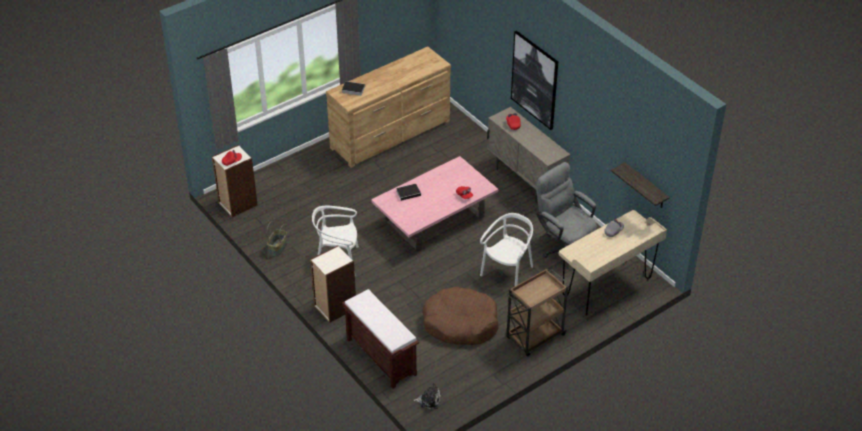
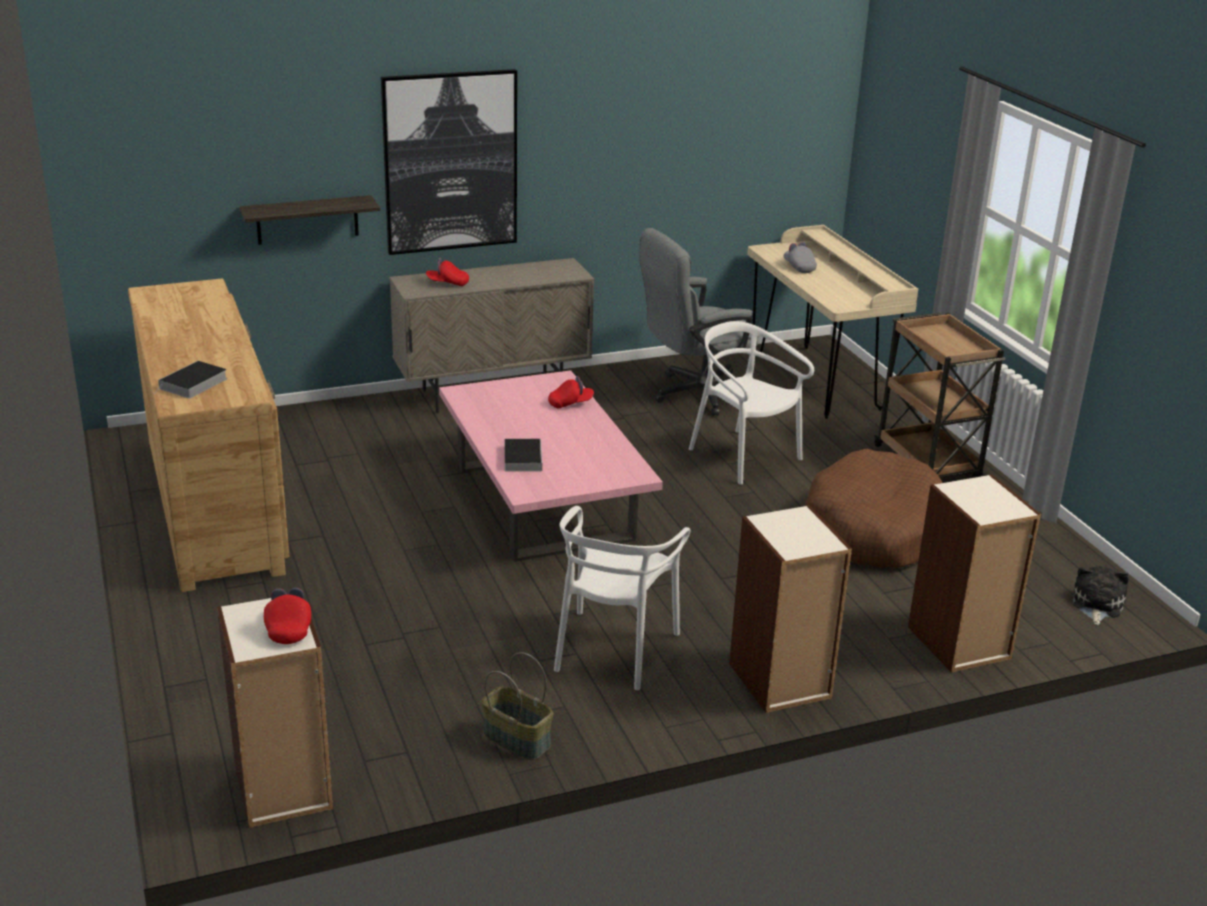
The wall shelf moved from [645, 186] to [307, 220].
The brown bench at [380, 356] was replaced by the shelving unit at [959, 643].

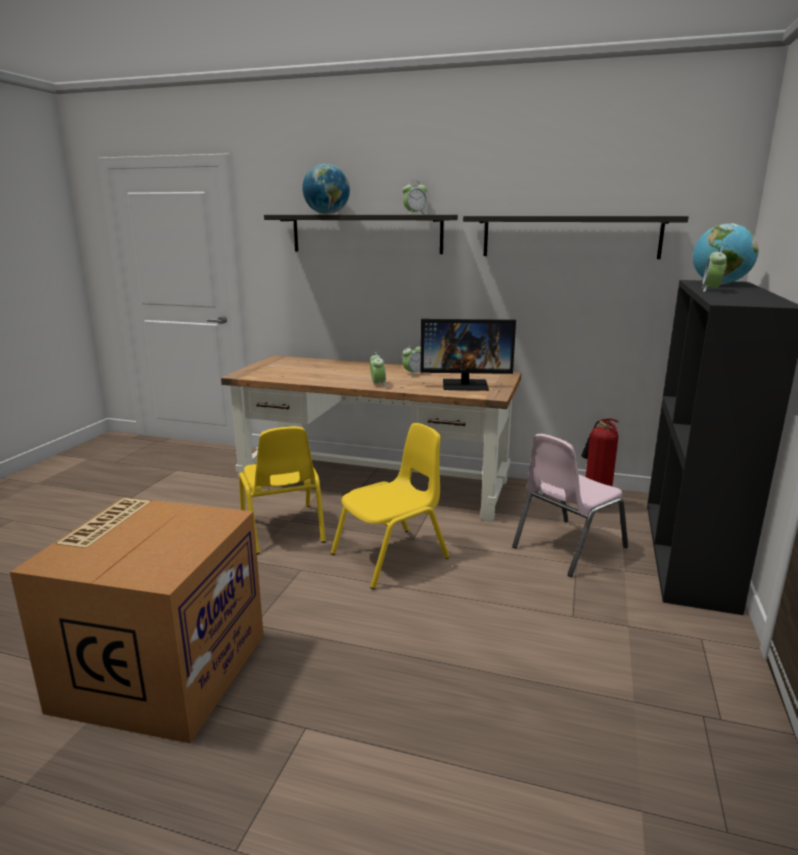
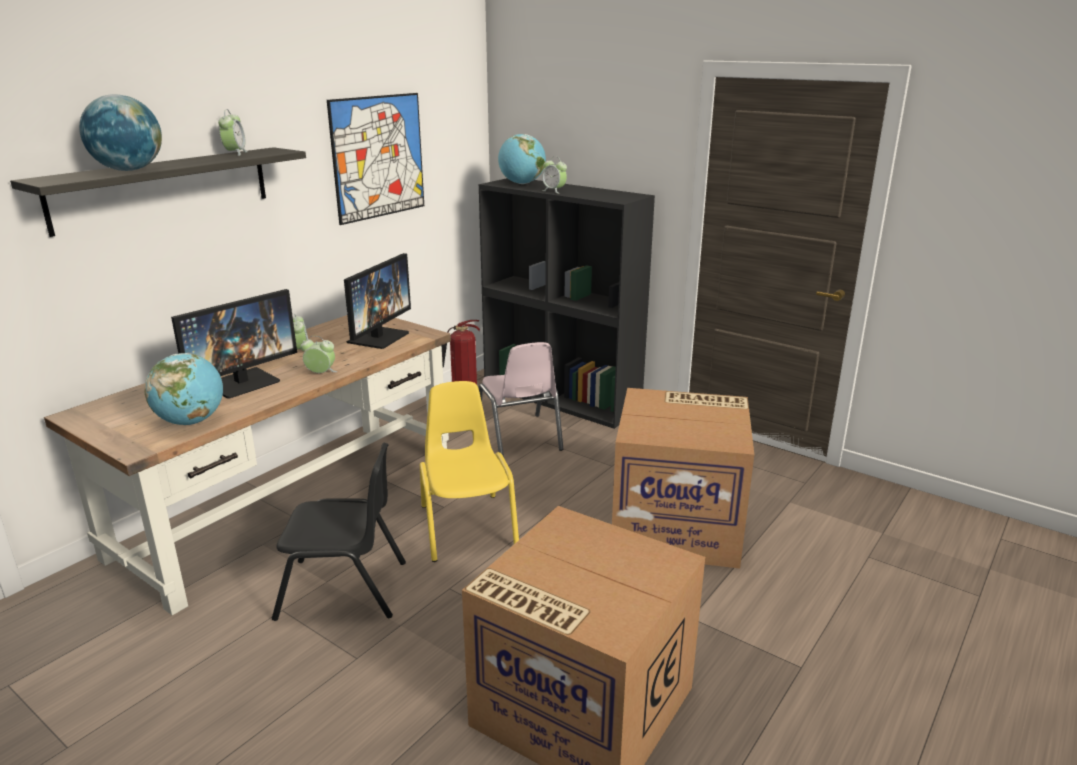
The wall shelf at [570, 236] was replaced by the picture at [378, 157].
The yellow chair at [282, 529] became the black-coloured chair at [343, 589].
The computer display at [243, 382] appeared.
The world globe at [191, 421] appeared.
The carton at [678, 524] appeared.

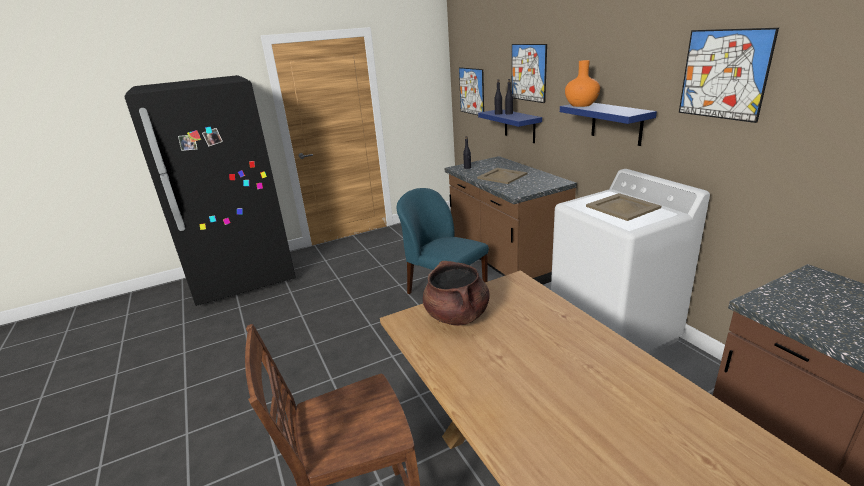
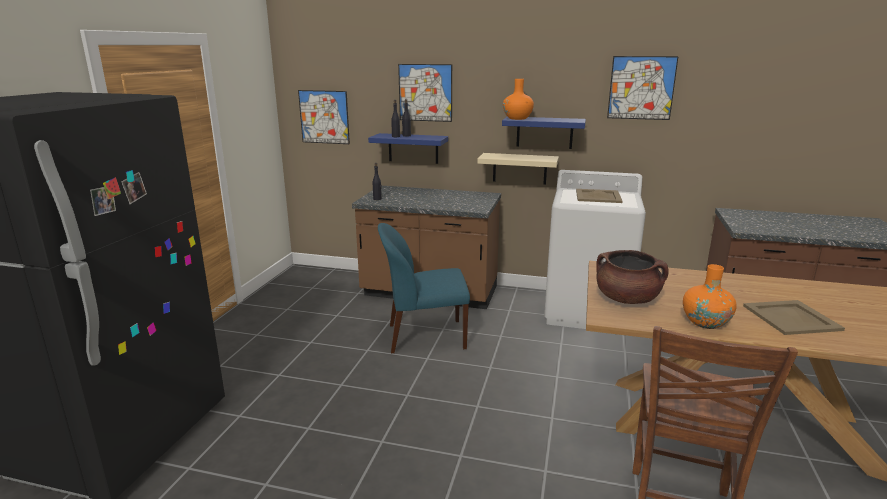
The beige-coloured serving tray moved from [502, 176] to [790, 317].
The beige-coloured wall shelf at [519, 168] appeared.
The orange-coloured decorative vase at [705, 322] appeared.

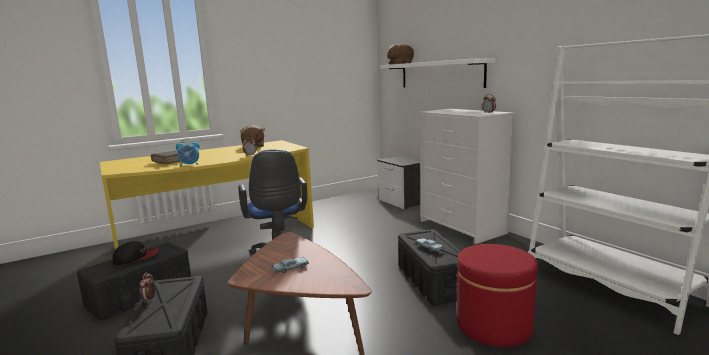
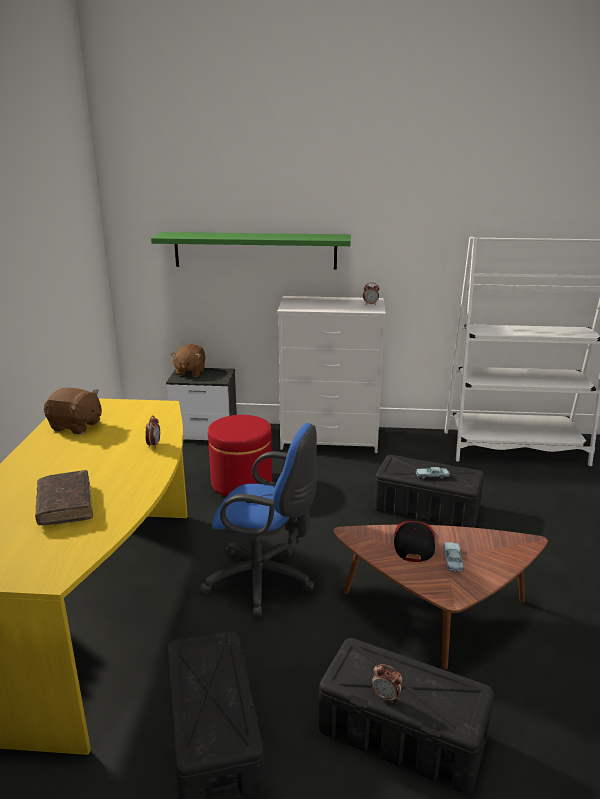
The brown plush toy moved from [399, 64] to [189, 372].
The white-coloured wall shelf at [440, 74] became the greenish wall shelf at [255, 250].
The table clock at [190, 165] disappeared.
The baseball cap moved from [136, 257] to [413, 543].
The red-coloured pouffe moved from [494, 326] to [241, 483].

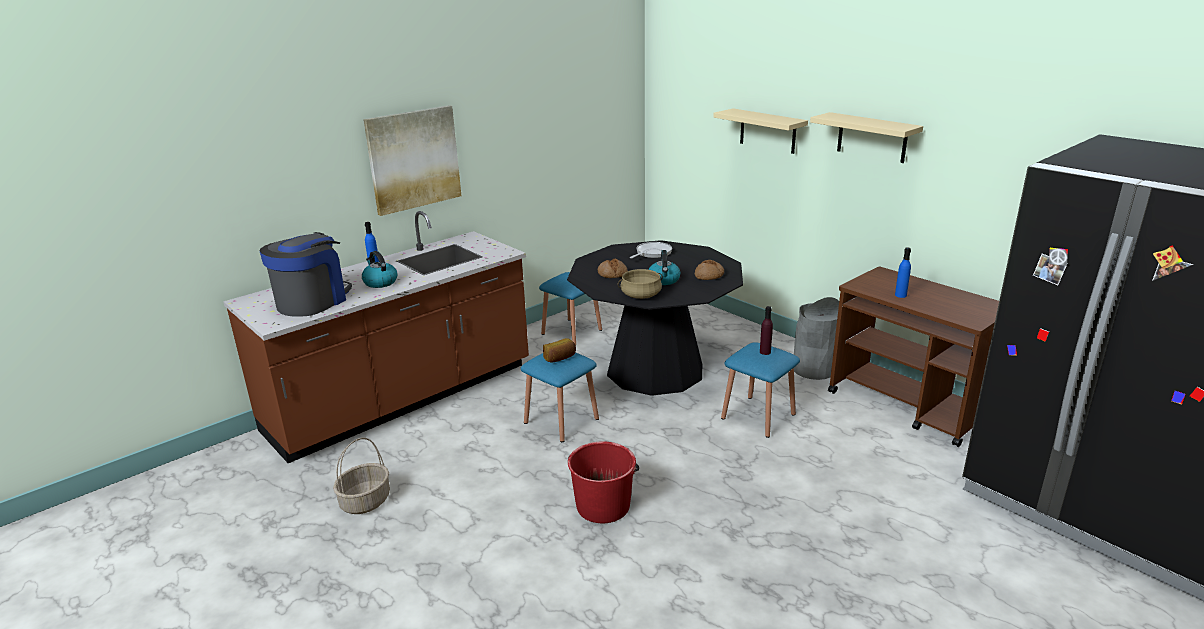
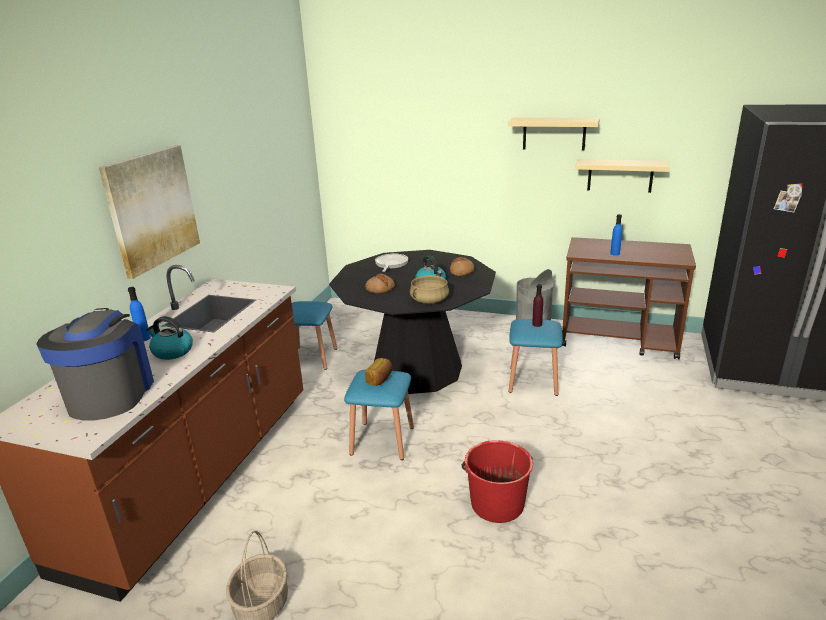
The beige-coloured wall shelf moved from [767, 131] to [620, 175].

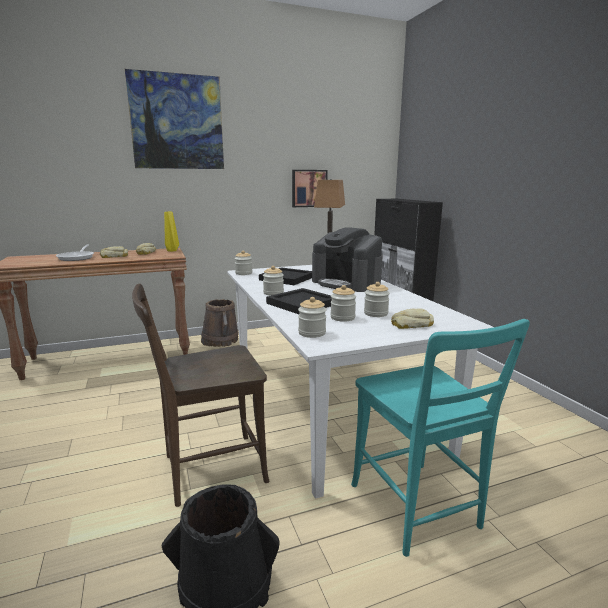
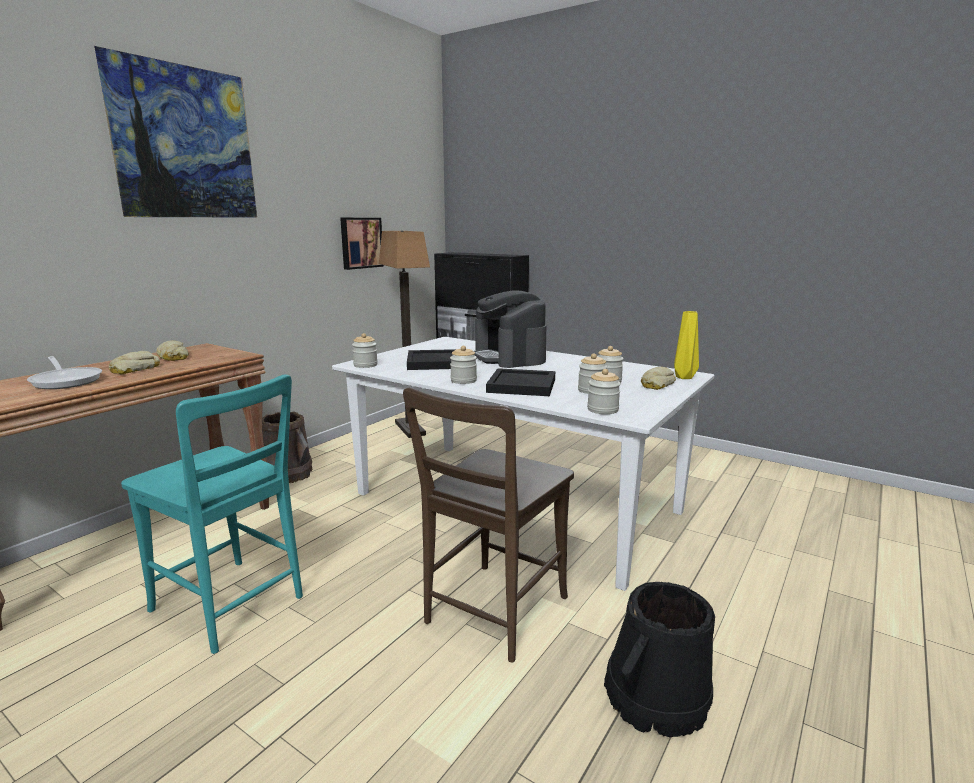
The yellow decorative vase moved from [171, 250] to [683, 377].
The coffee machine at [346, 283] turned 60 degrees clockwise.
The turquoise chair moved from [418, 510] to [232, 606].

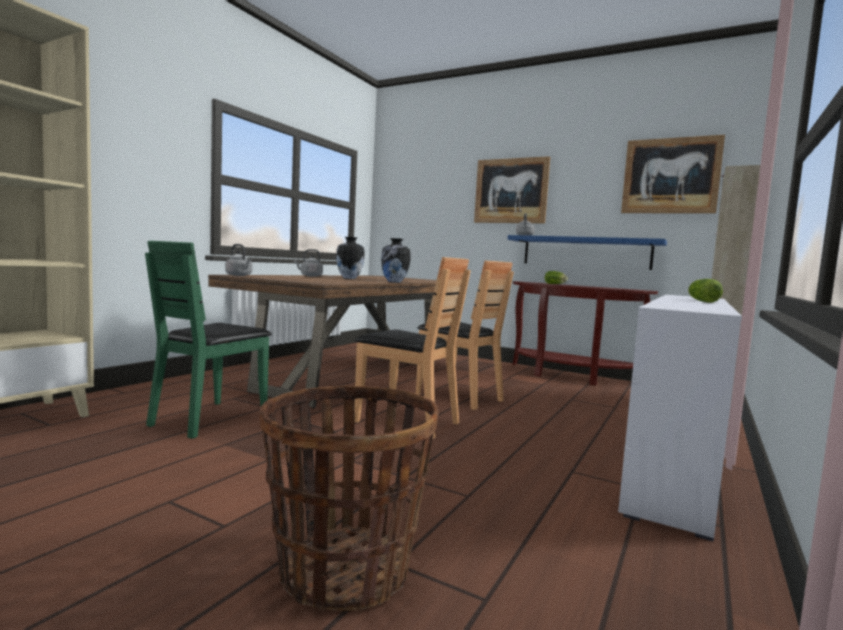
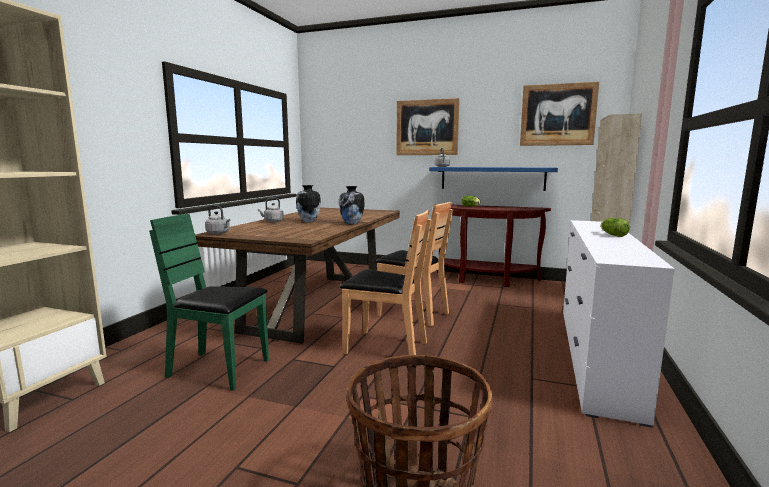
The greenish chair at [209, 419] turned 90 degrees clockwise.

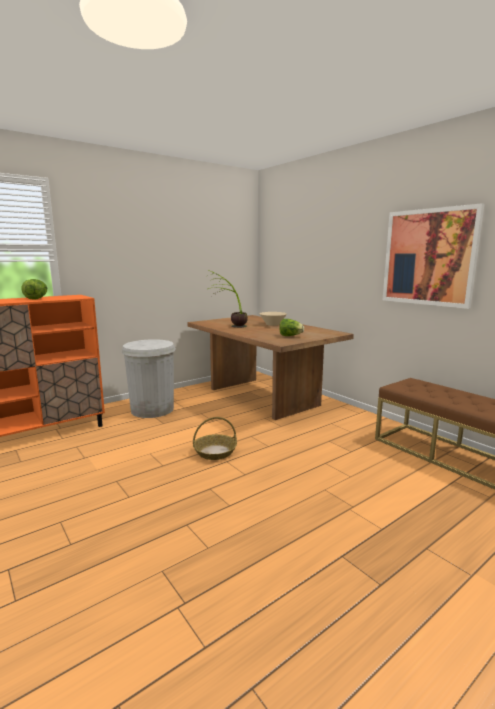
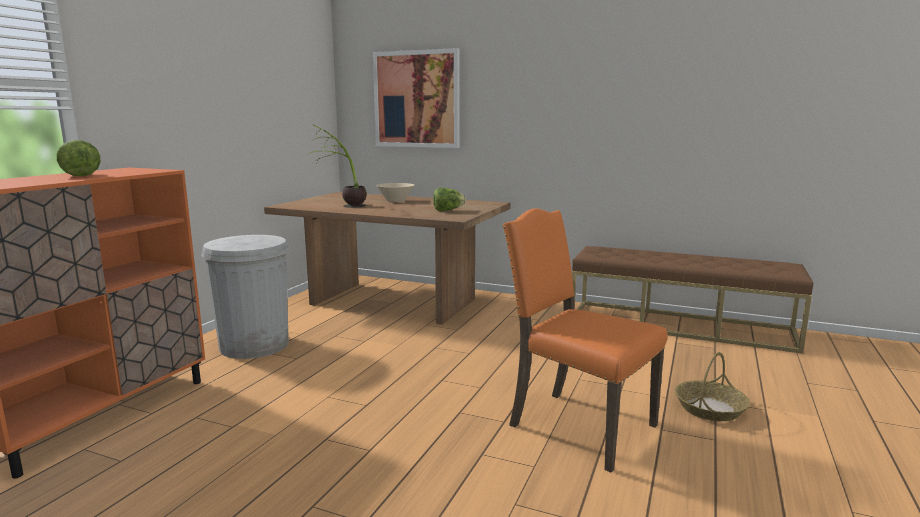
The picture moved from [428, 257] to [416, 99].
The household basket moved from [215, 452] to [710, 408].
The orange-coloured chair at [578, 425] appeared.

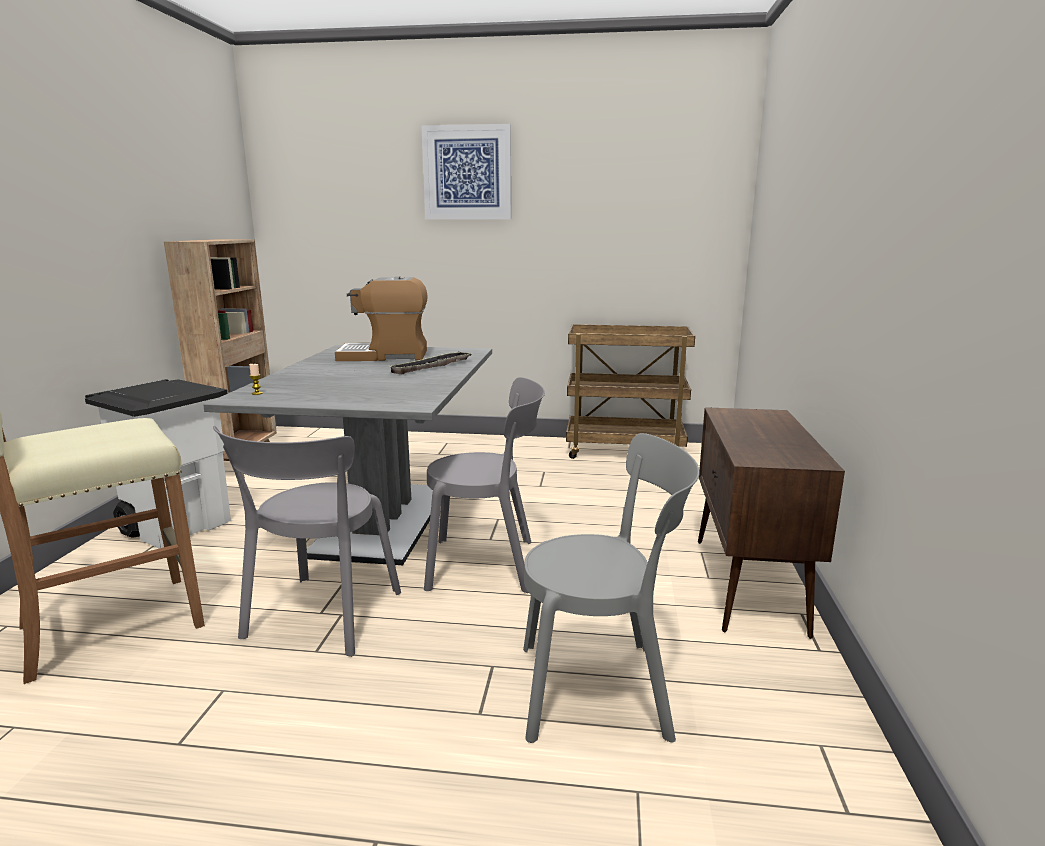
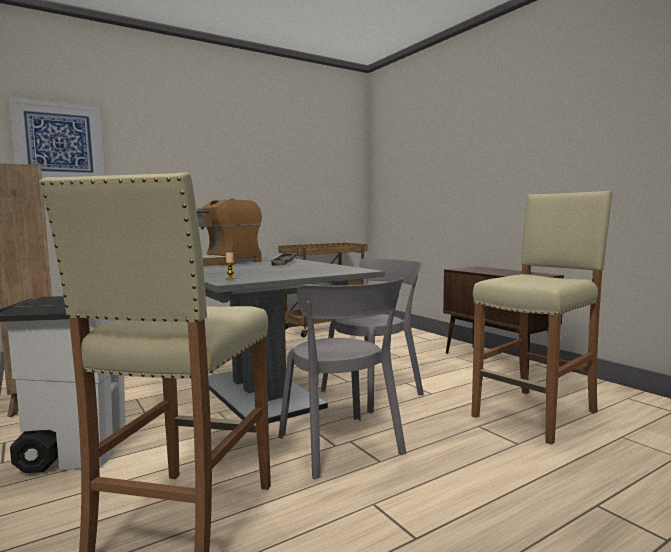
The picture moved from [467, 173] to [59, 142].
The grey chair at [602, 689] was replaced by the beige-coloured stool seat at [536, 414].

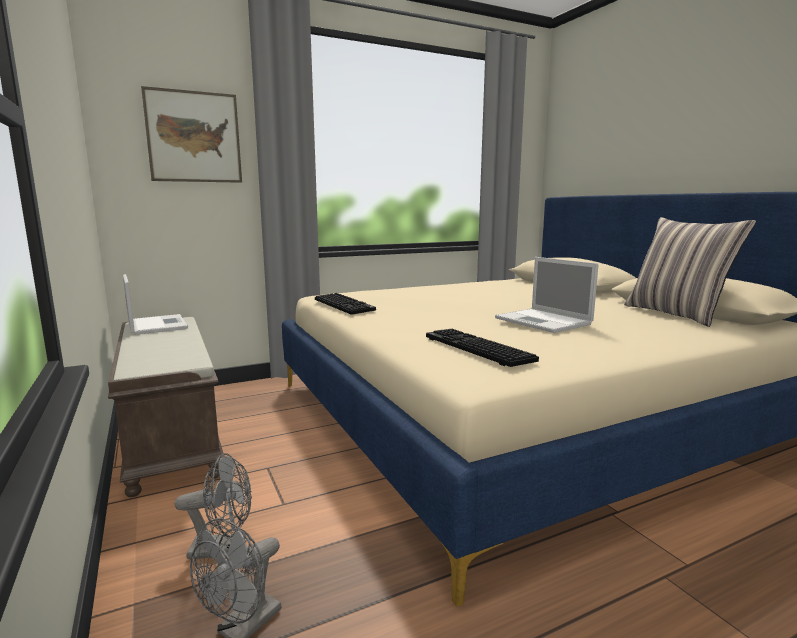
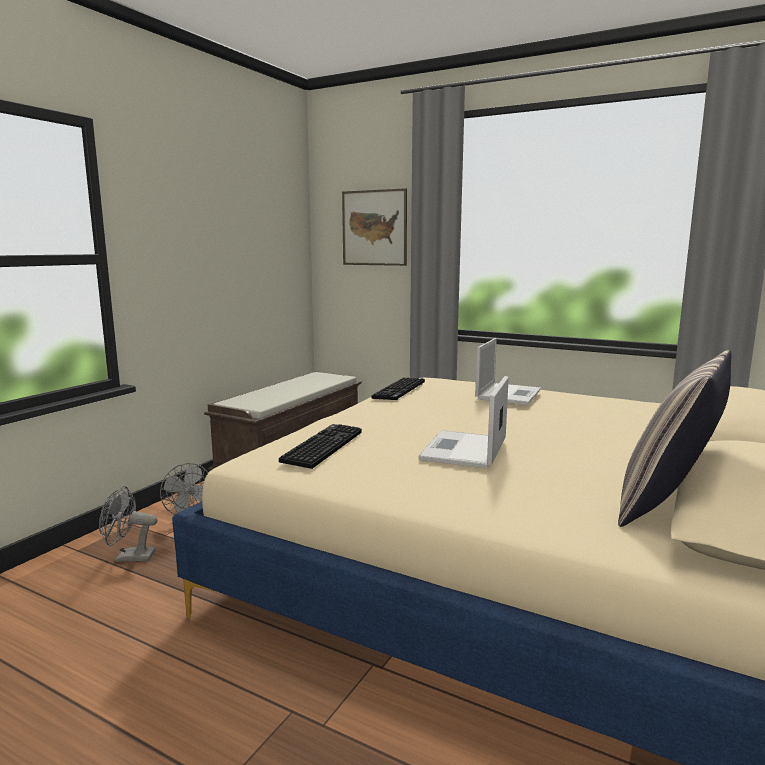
The laptop moved from [157, 325] to [508, 394].

